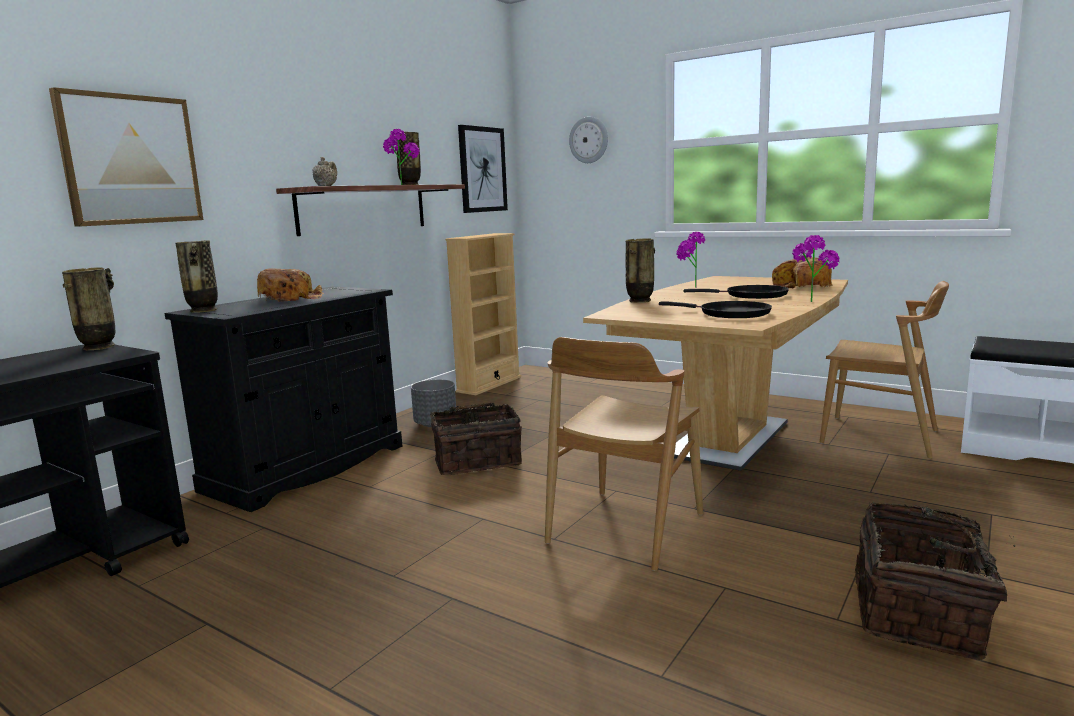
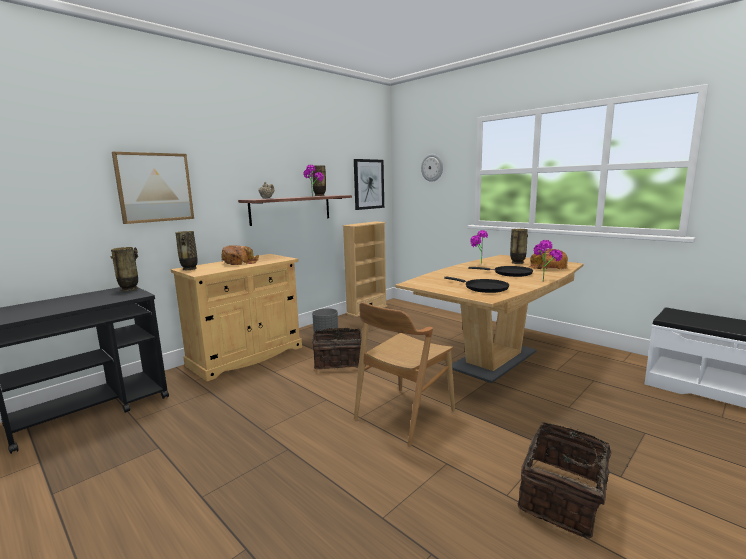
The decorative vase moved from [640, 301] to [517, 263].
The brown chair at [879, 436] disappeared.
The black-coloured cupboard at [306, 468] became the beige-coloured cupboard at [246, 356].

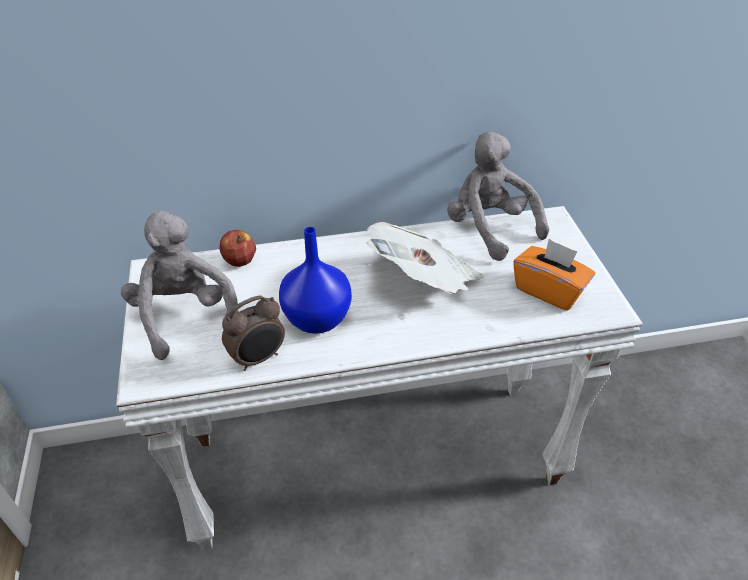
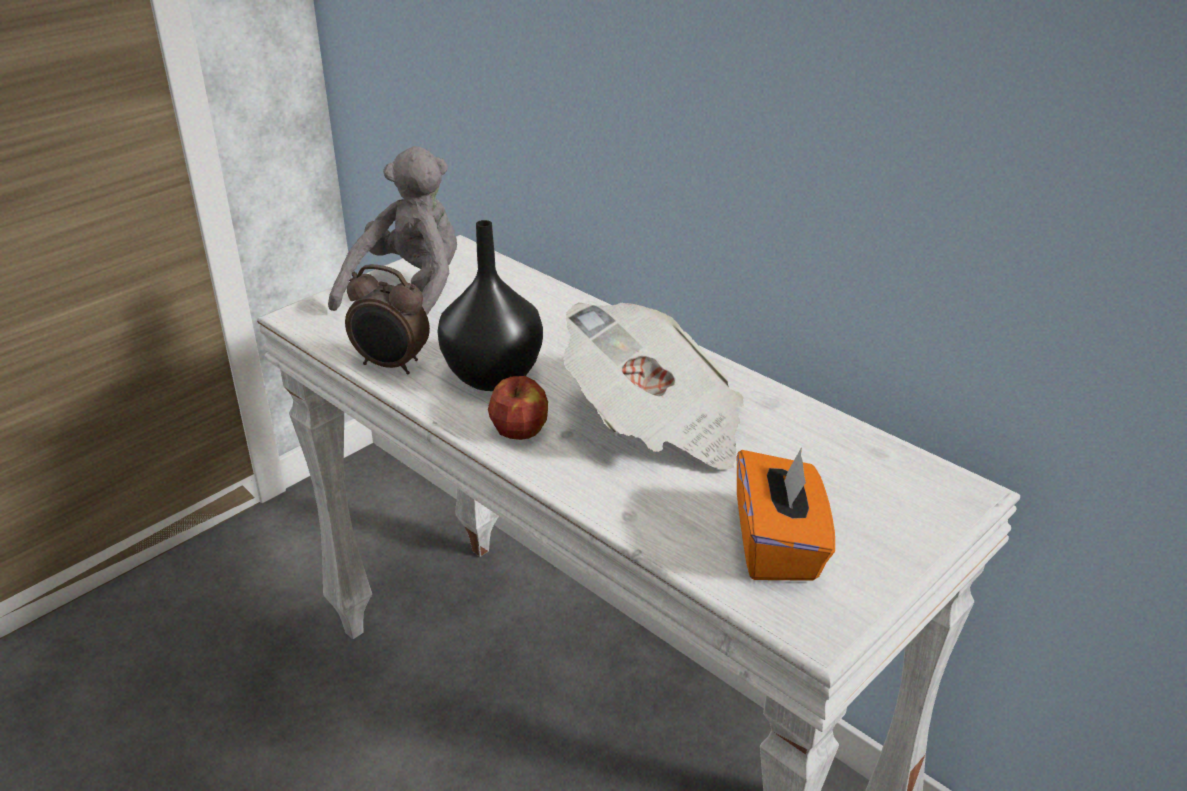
The grey plush toy at [489, 228] disappeared.
The blue decorative vase at [316, 319] became the black-coloured decorative vase at [492, 375].
The whole apple moved from [239, 260] to [520, 431].

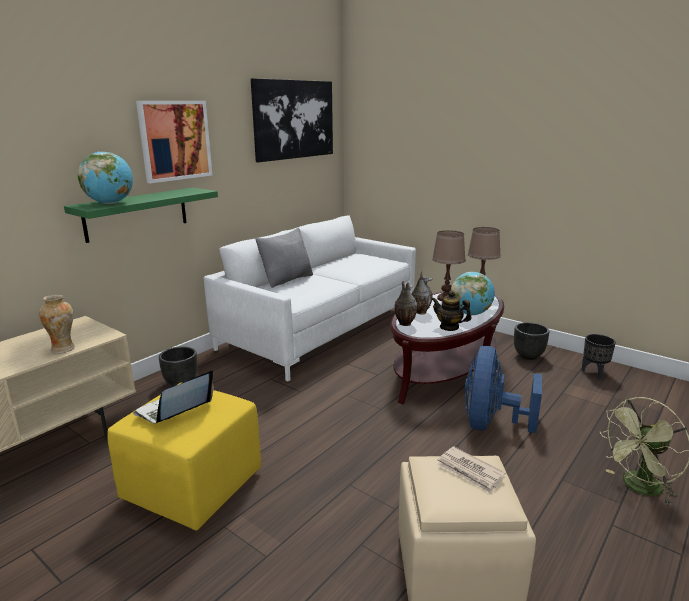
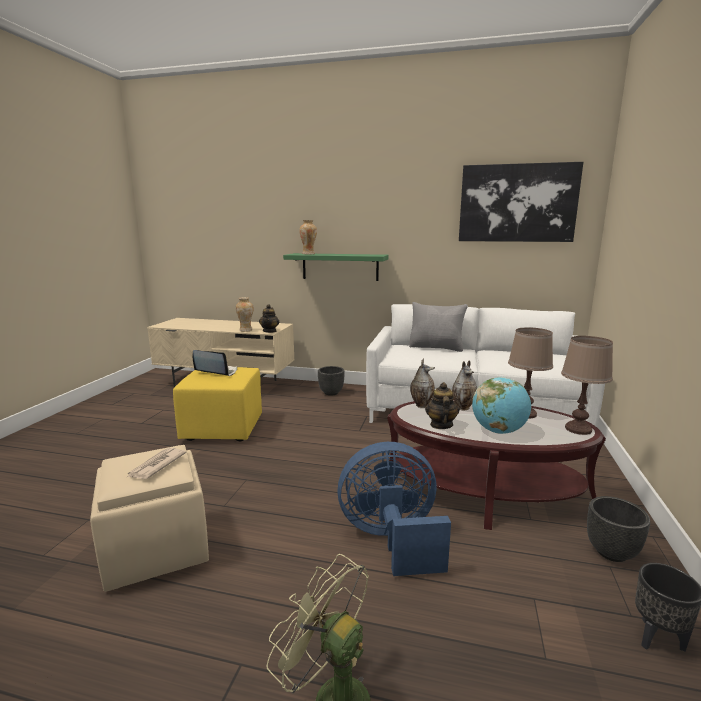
The picture at [175, 140] disappeared.
The world globe at [110, 203] was replaced by the decorative vase at [308, 254].
The teapot at [269, 331] appeared.

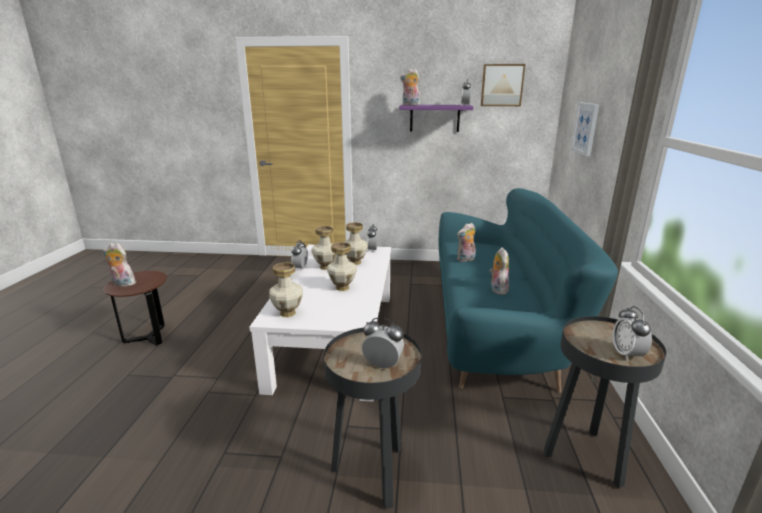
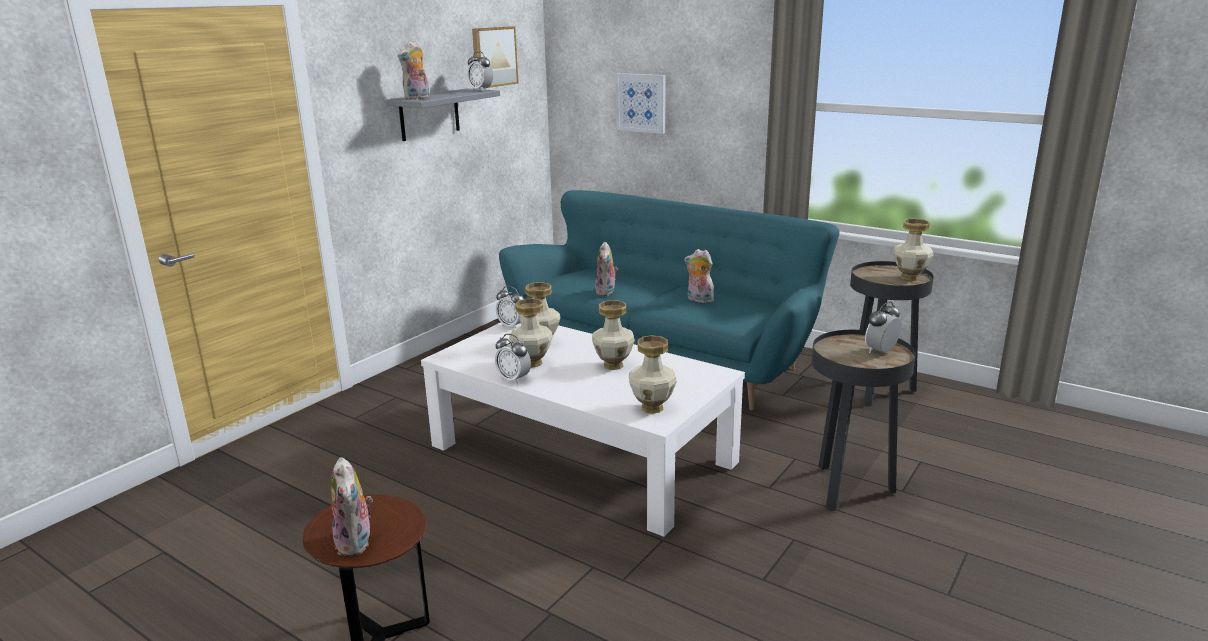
The purple-coloured wall shelf at [434, 118] became the grey wall shelf at [429, 114].
The plush toy at [122, 284] turned 60 degrees counterclockwise.
The table clock at [627, 354] was replaced by the decorative vase at [910, 277].

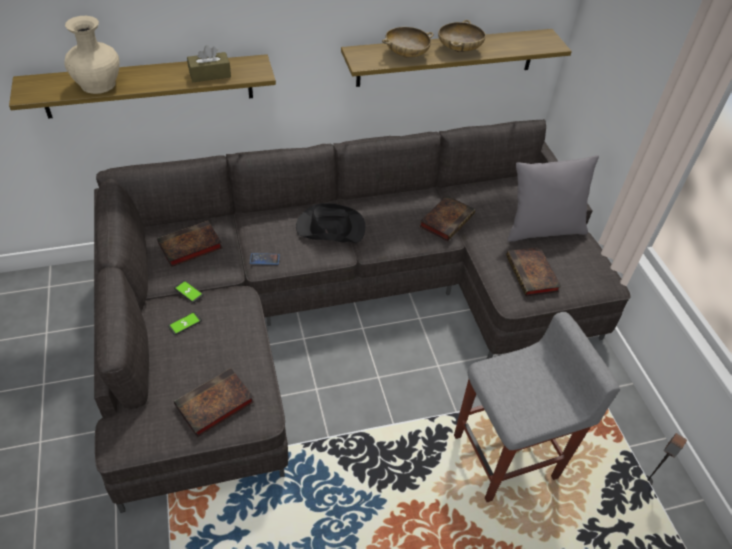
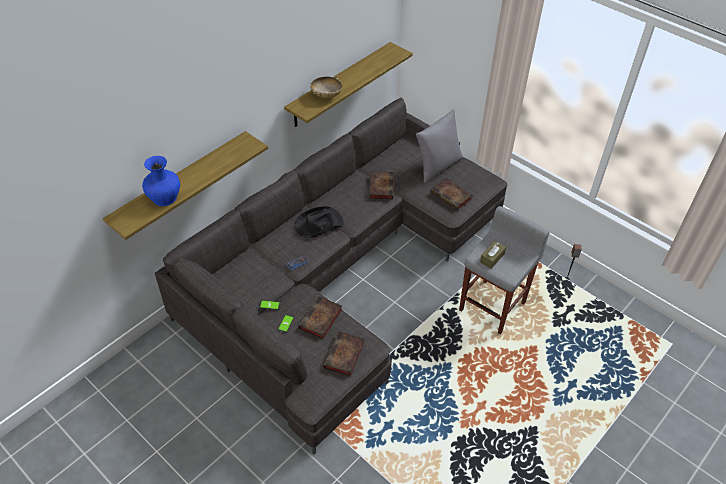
The beige-coloured decorative vase at [97, 84] became the blue decorative vase at [164, 198].
The beige-coloured deep dish at [459, 49] disappeared.
The brown tissue holder moved from [210, 74] to [492, 258].
The bound book moved from [189, 247] to [320, 320].

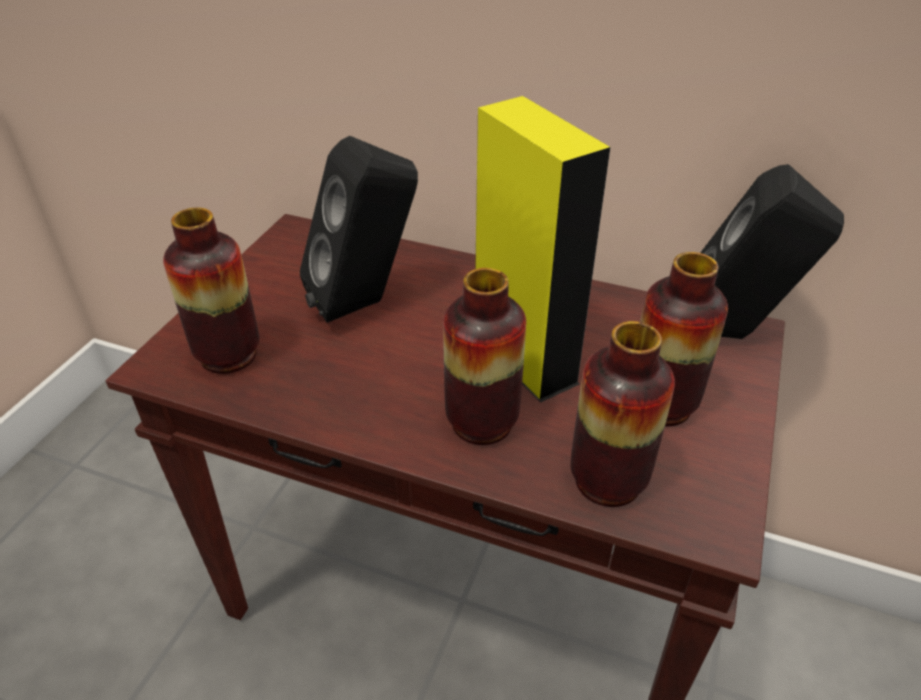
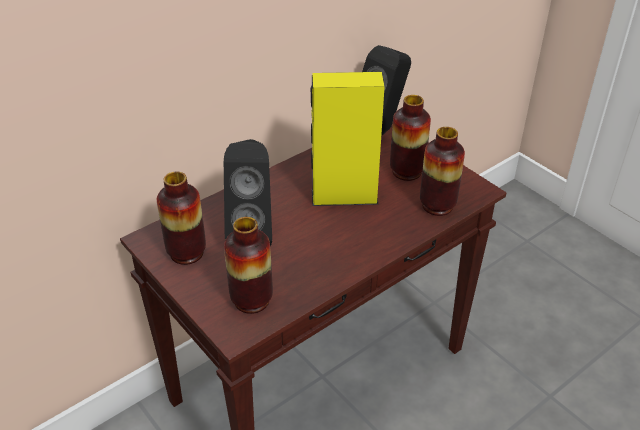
The decorative vase moved from [482, 422] to [186, 253].

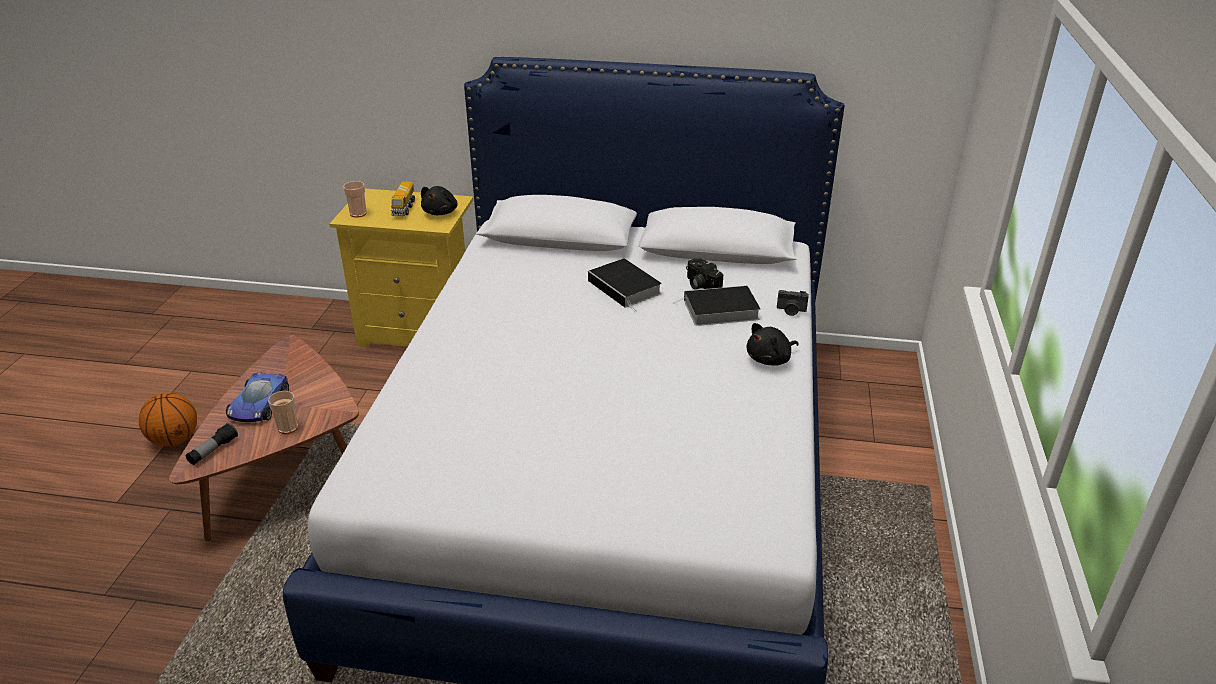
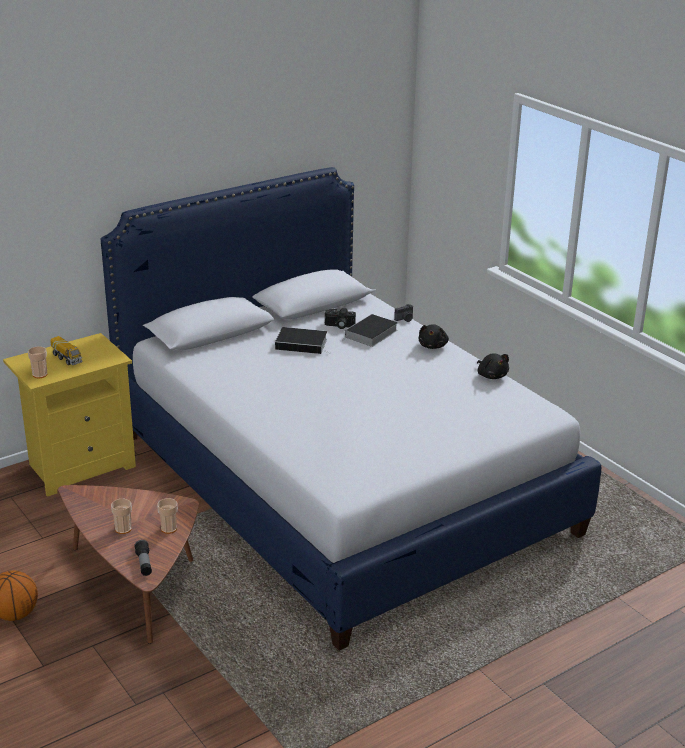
The black-coloured plush toy moved from [441, 212] to [491, 375].
The model car at [258, 405] was replaced by the cup at [123, 529].

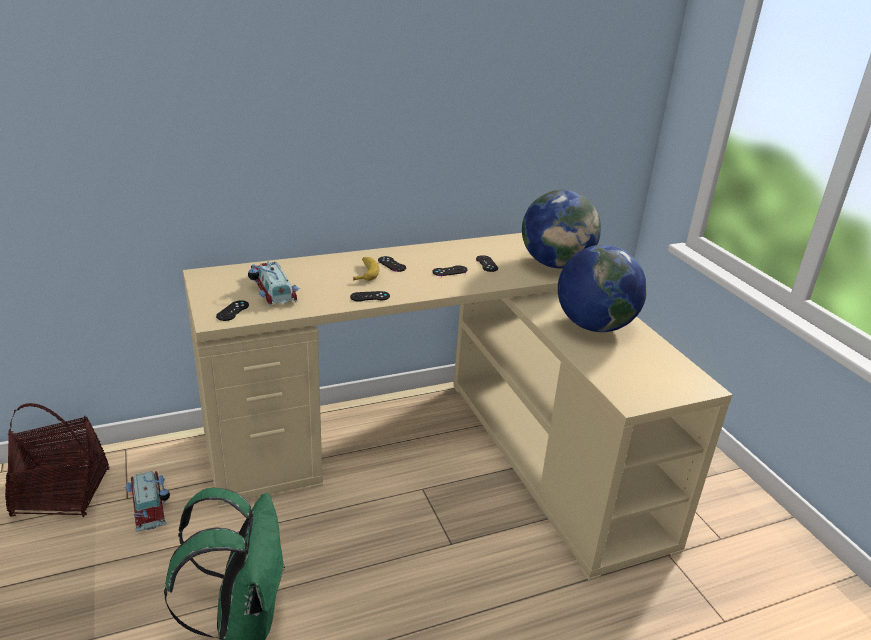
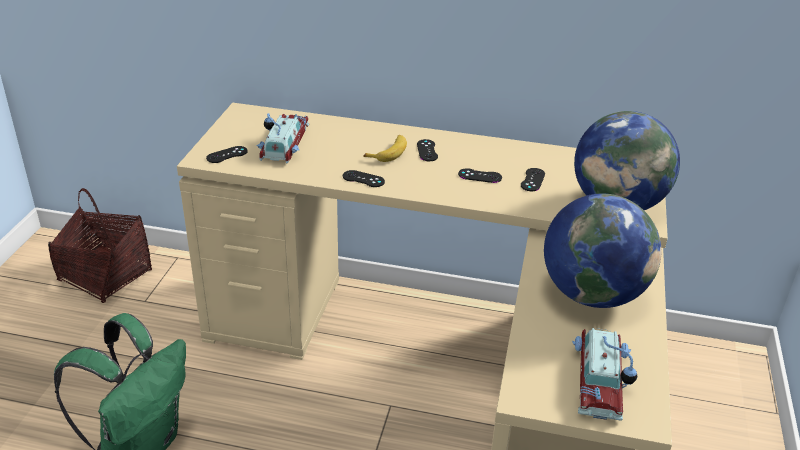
The model car moved from [150, 503] to [602, 378].

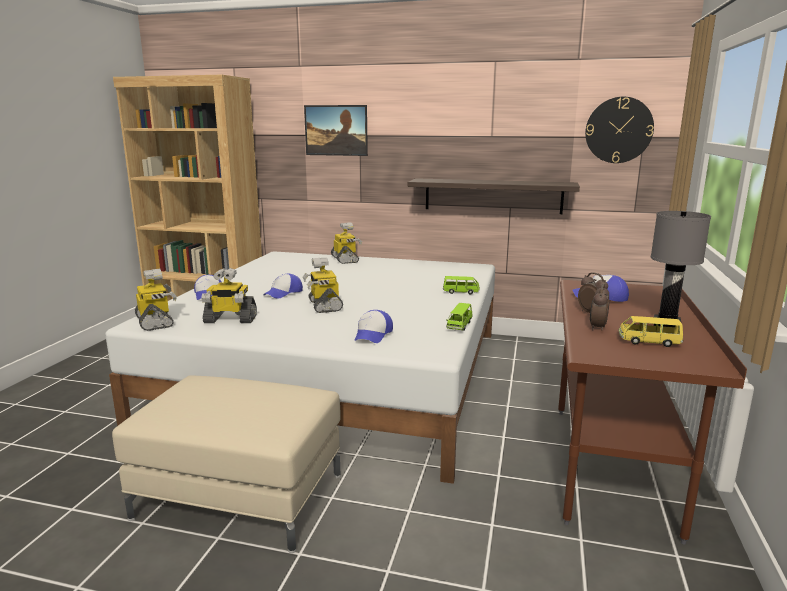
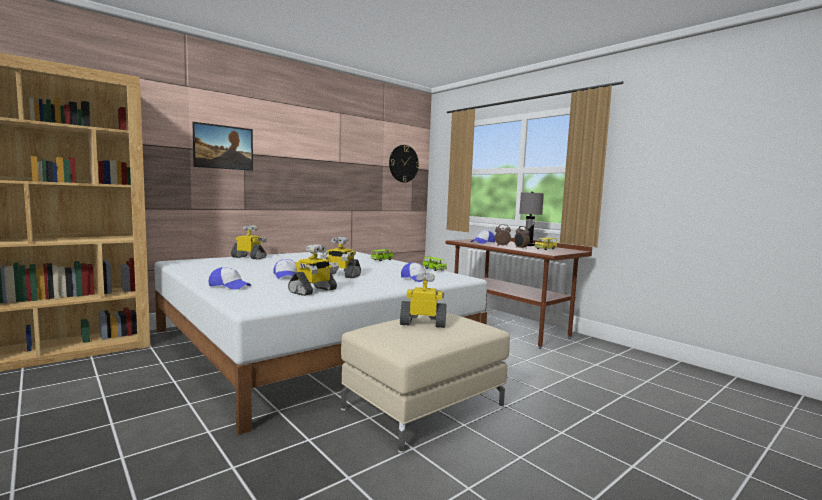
The wall shelf at [493, 196] disappeared.
The model robot moved from [156, 322] to [423, 323].

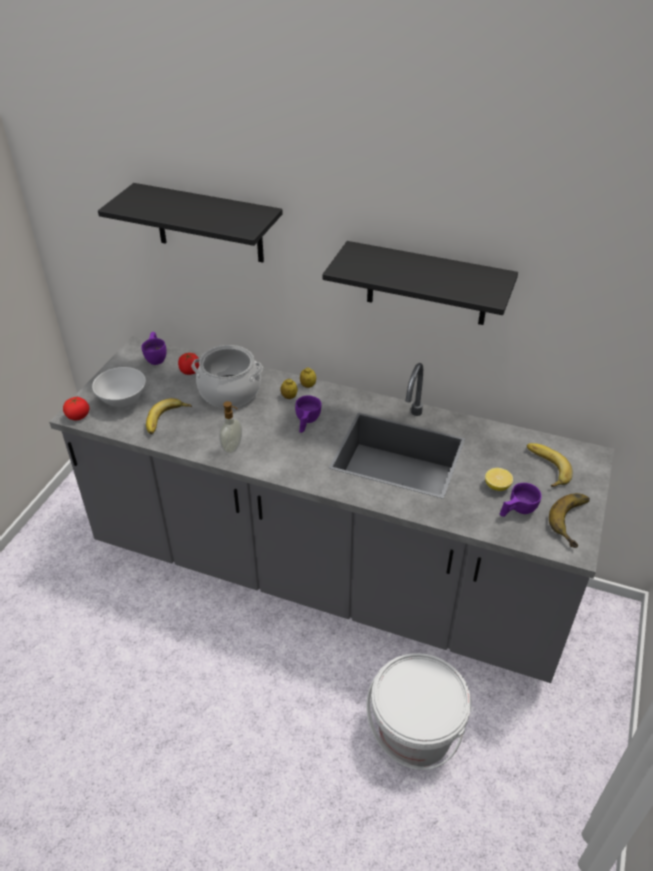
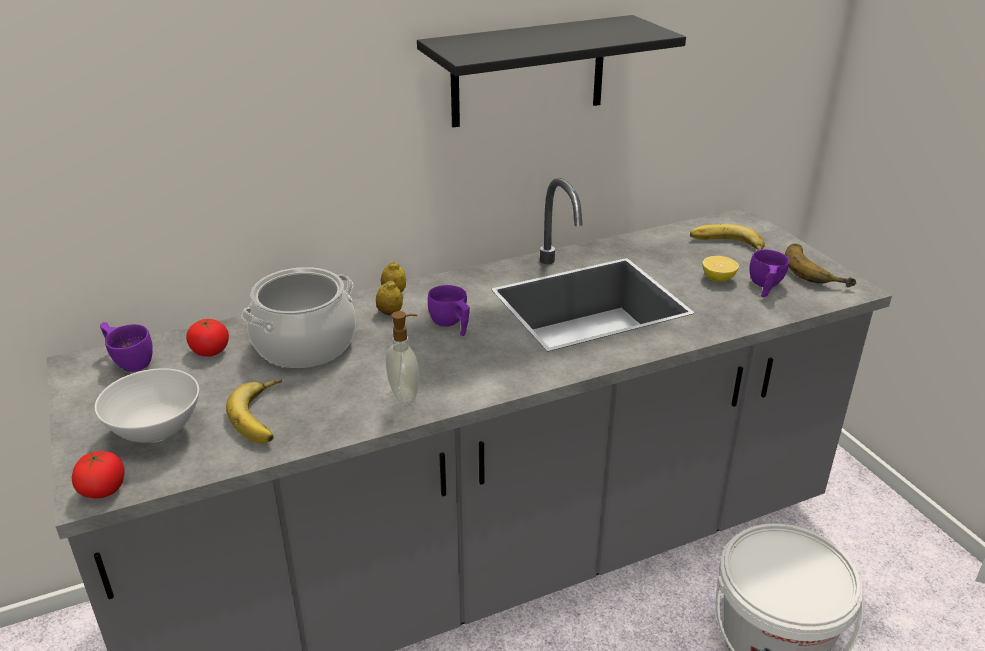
The black-coloured wall shelf at [209, 224] disappeared.

